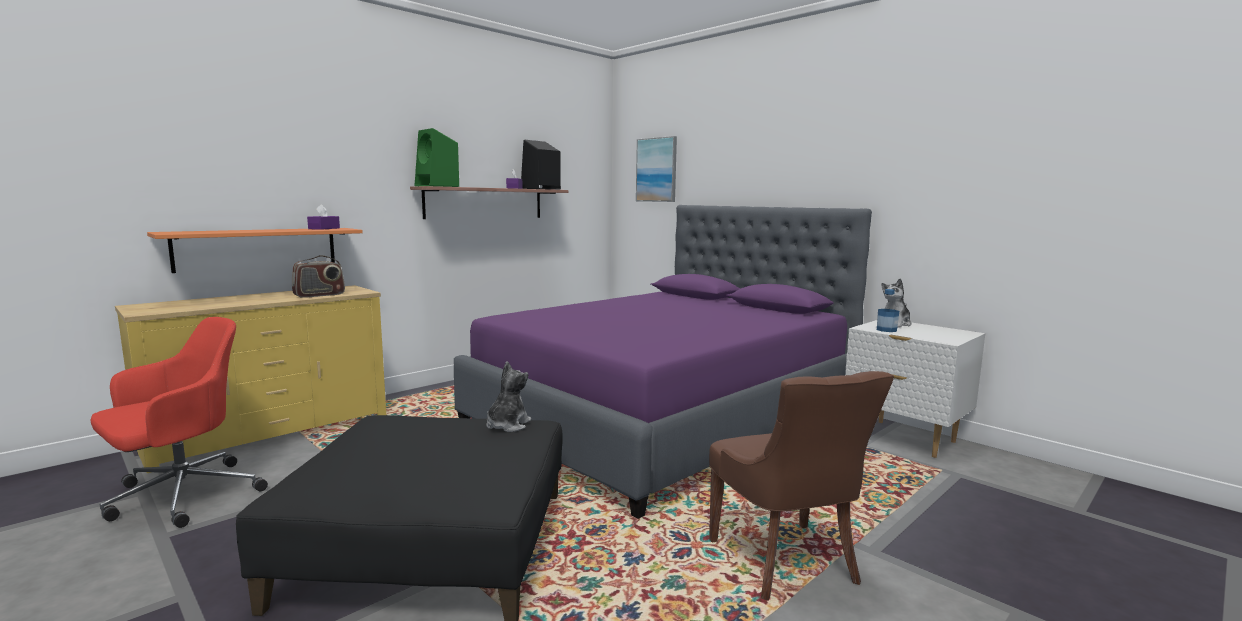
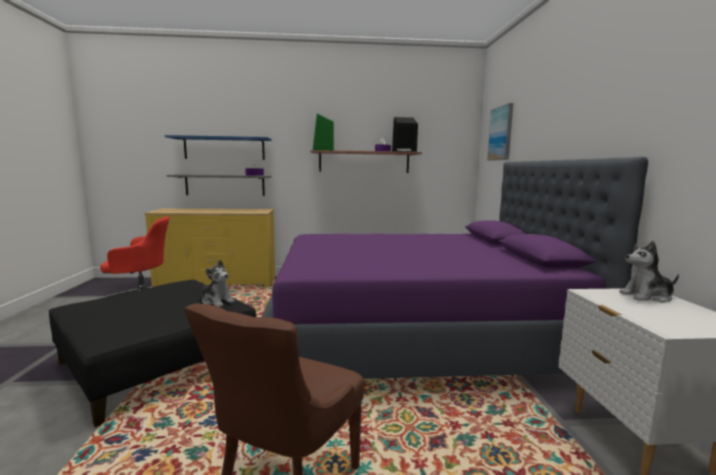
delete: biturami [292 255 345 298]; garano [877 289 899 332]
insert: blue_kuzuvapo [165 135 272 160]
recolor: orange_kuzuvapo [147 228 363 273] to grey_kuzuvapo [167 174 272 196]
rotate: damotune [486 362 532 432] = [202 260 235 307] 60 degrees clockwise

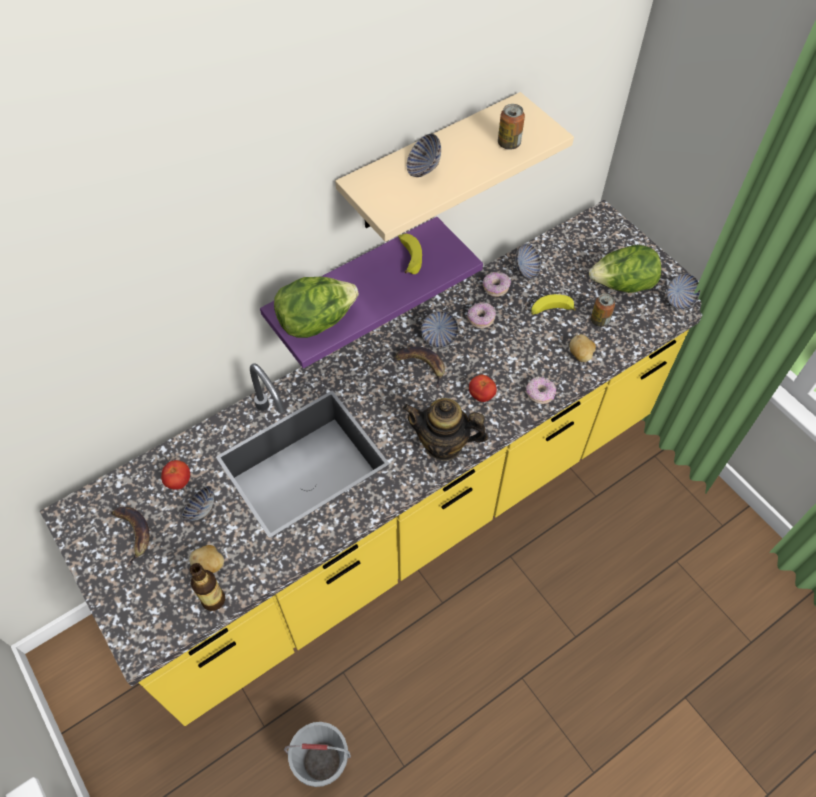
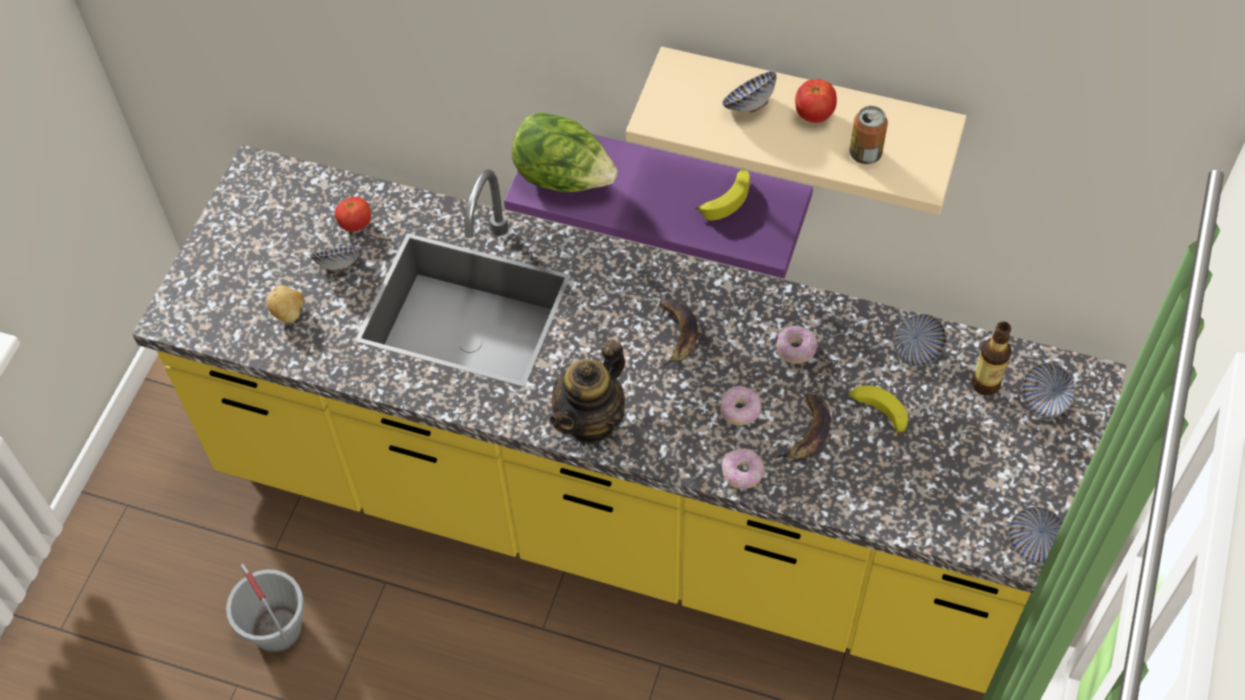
delete: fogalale [589 245 661 293]; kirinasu [591 293 615 327]; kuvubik [569 334 596 362]
move: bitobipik [483 272 511 297] to [720 386 762 426]; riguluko [421 311 458 348] to [1022 363 1075 418]; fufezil [469 375 497 402] to [795 79 837 123]; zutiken [111 507 149 567] to [772 393 831 459]; garano [190 563 225 611] to [972 321 1012 395]
rotate: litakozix [403 398 488 461] = [549 340 625 444] 120 degrees counterclockwise

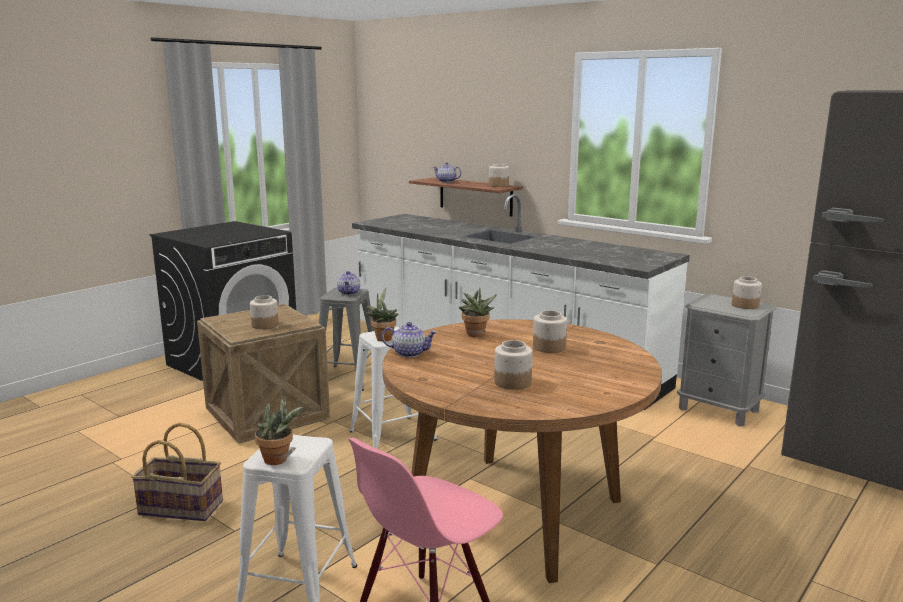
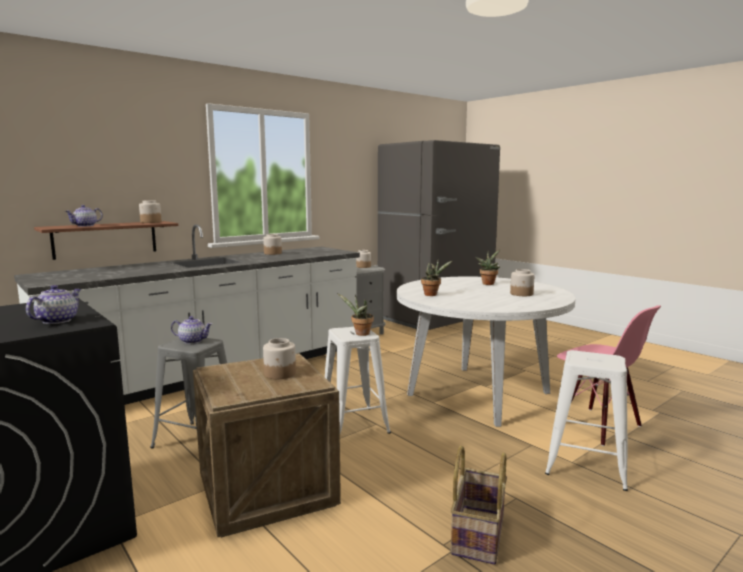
move: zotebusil [533 310 567 353] to [263 234 282 255]; litakozix [382 322 437 357] to [26 285 81 324]; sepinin [255 396 303 465] to [476 250 500 285]
recolor: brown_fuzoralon [382 319 662 583] to white_fuzoralon [397 277 576 427]

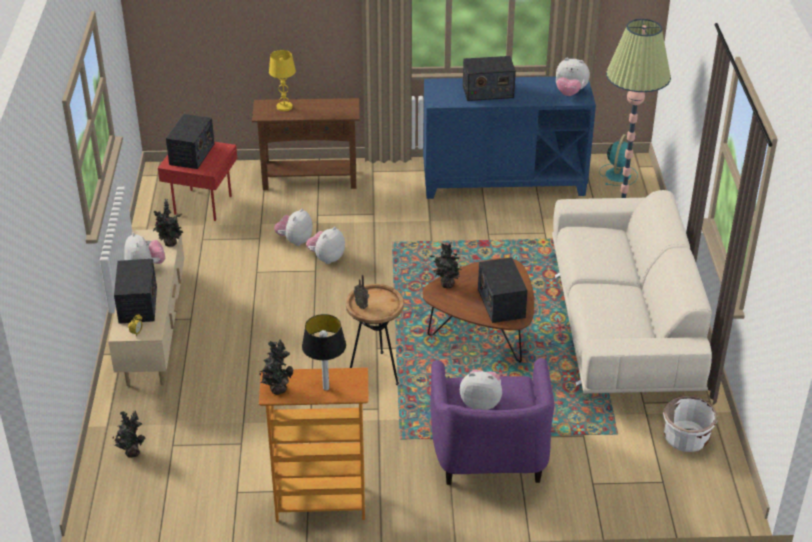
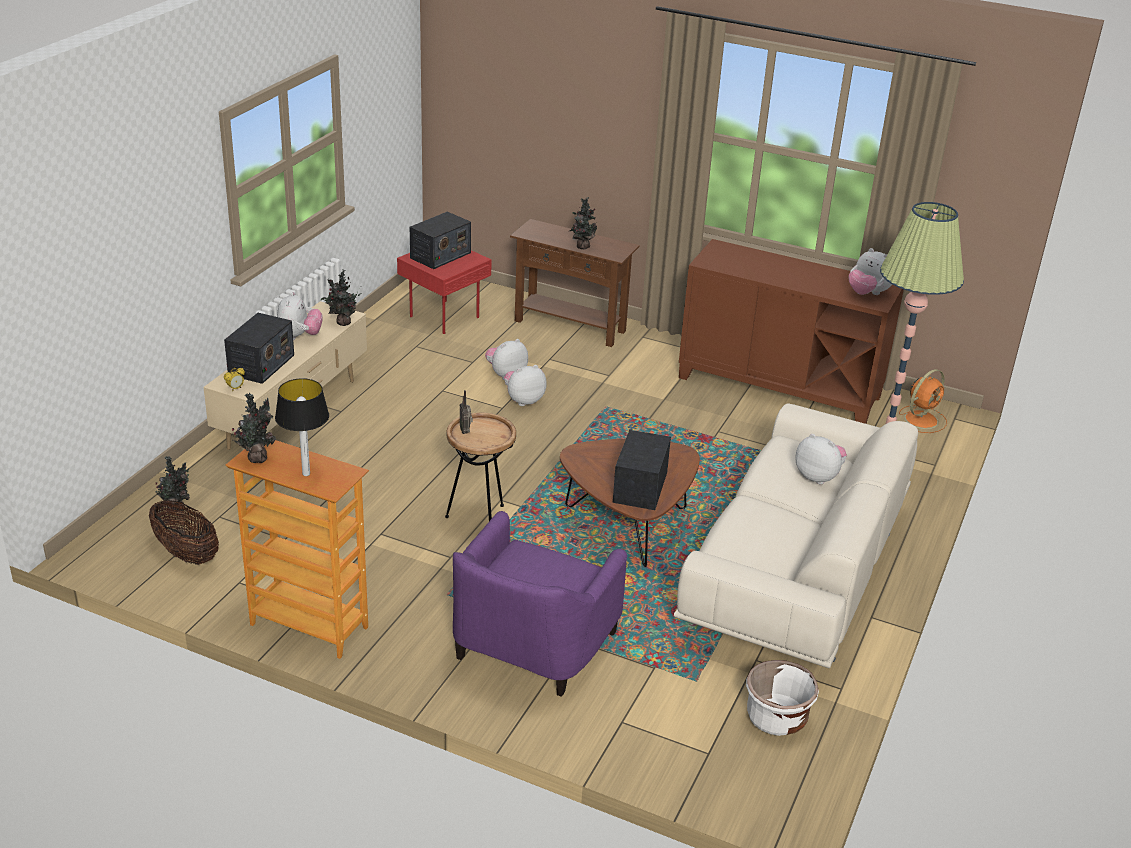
delete: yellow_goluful [269 50 296 111]; biturami [463 56 516 101]
insert: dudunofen [149 500 219 565]
move: sepinin [430 242 464 288] to [569 197 597 249]; damotune [460 369 502 410] to [795 434 847 484]
recolor: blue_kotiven [423 77 596 199] to brown_kotiven [679 239 904 424]; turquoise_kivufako [600 134 638 186] to orange_kivufako [899 369 947 433]

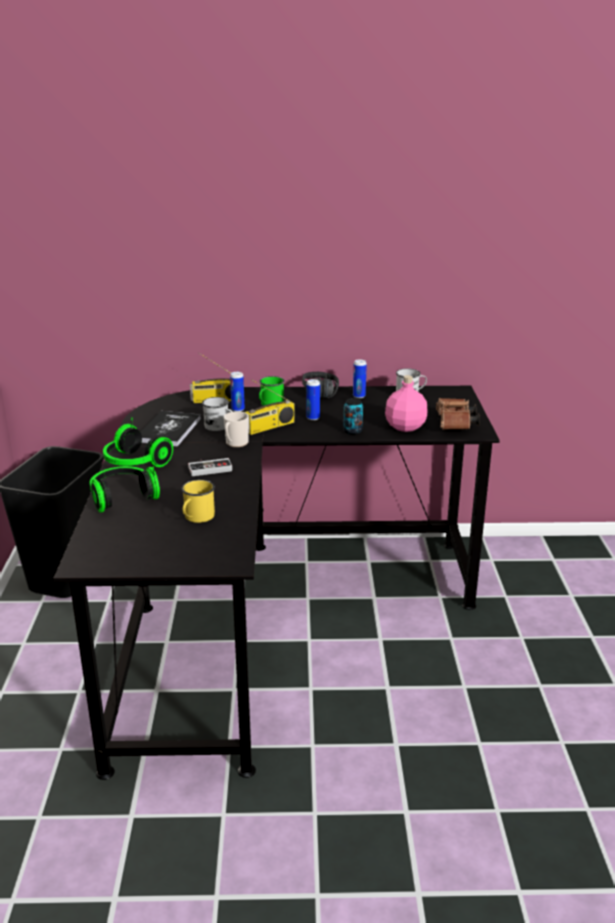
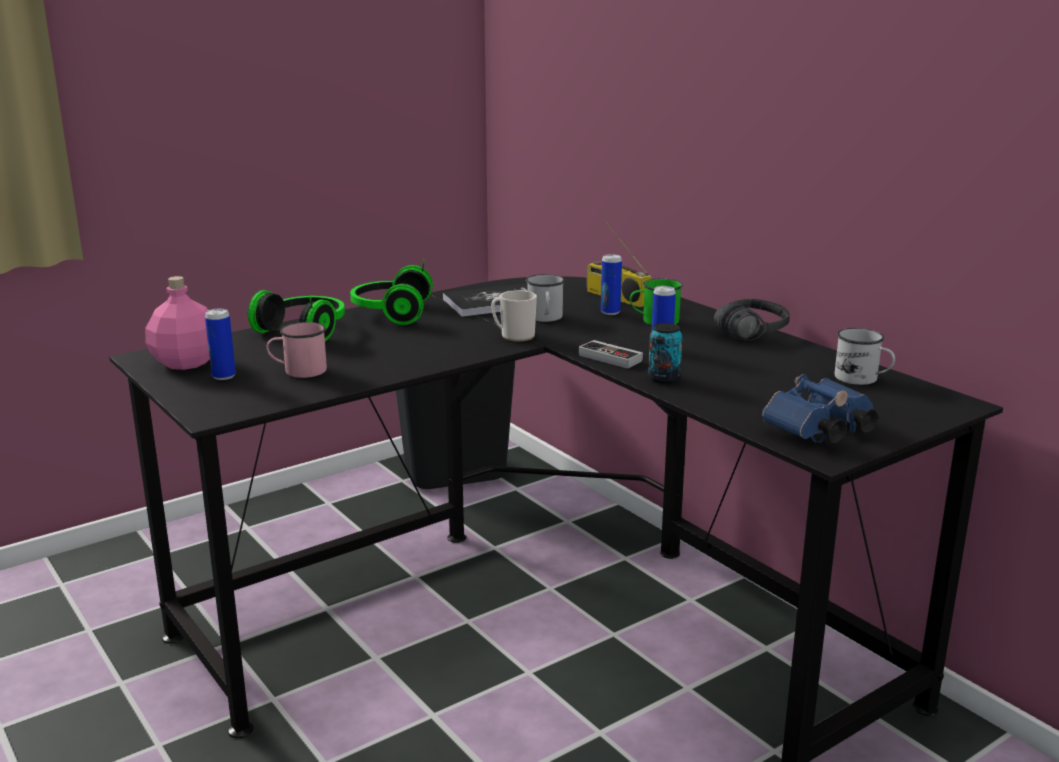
delete: biturami [245 380 295 435]
move: kirinasu [353 359 367 398] to [205 309 236 380]; pink_garano [385 375 427 432] to [145 276 210 370]; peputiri [188 458 232 476] to [579 340 643 368]
recolor: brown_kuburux [436 398 480 430] to blue_kuburux [762 374 878 443]; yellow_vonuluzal [181 479 215 523] to pink_vonuluzal [266 322 327 378]

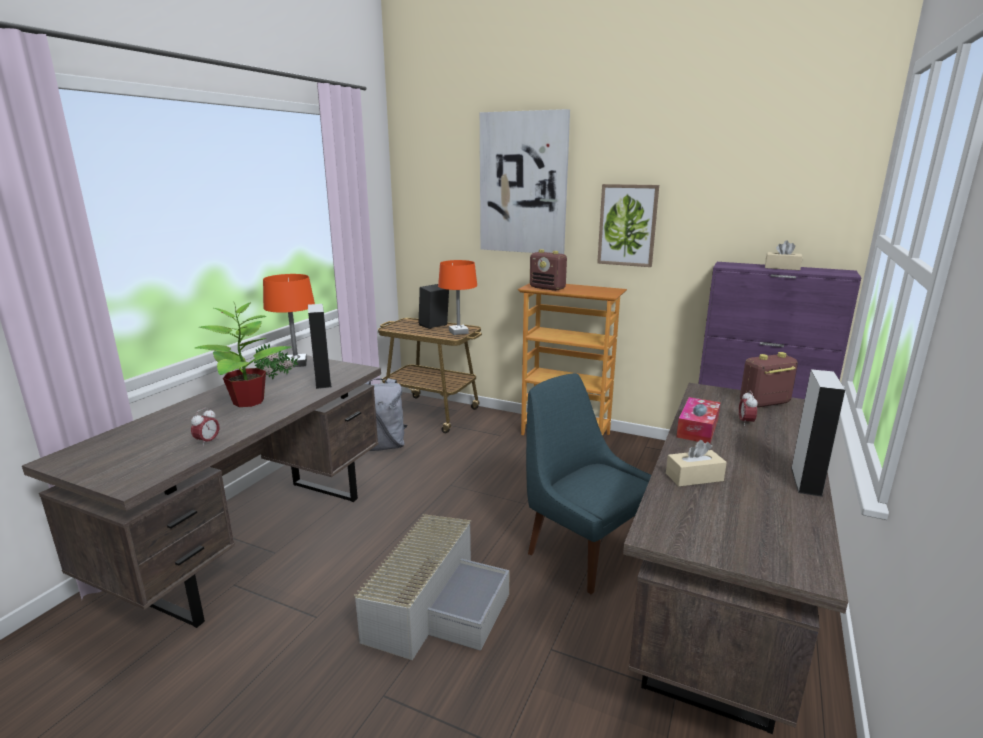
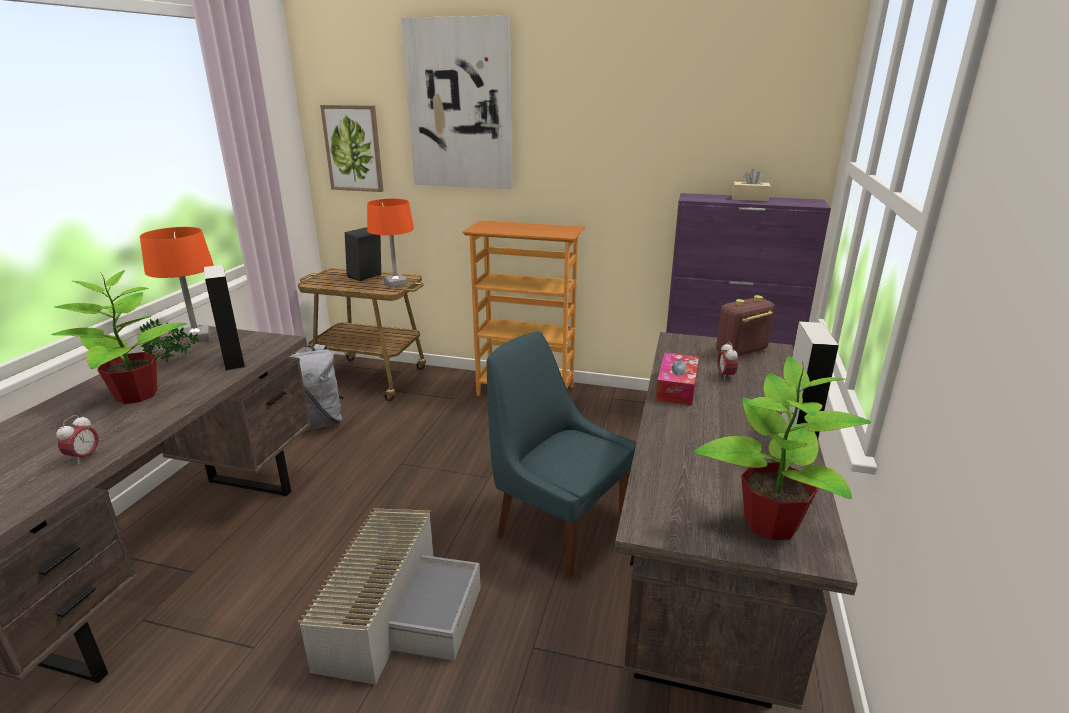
delete: biturami [530 249 567 291]; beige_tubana [666 440 727 487]
insert: sepinin [694 356 872 540]
move: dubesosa [597 184 659 267] to [320 105 383 192]

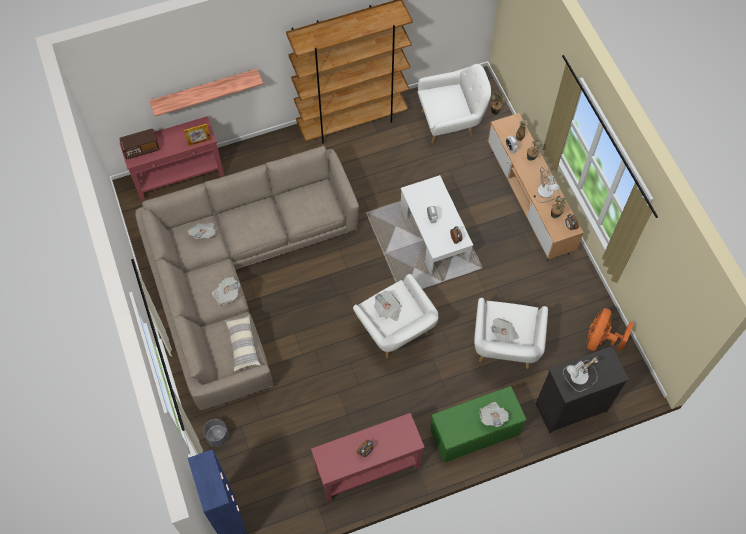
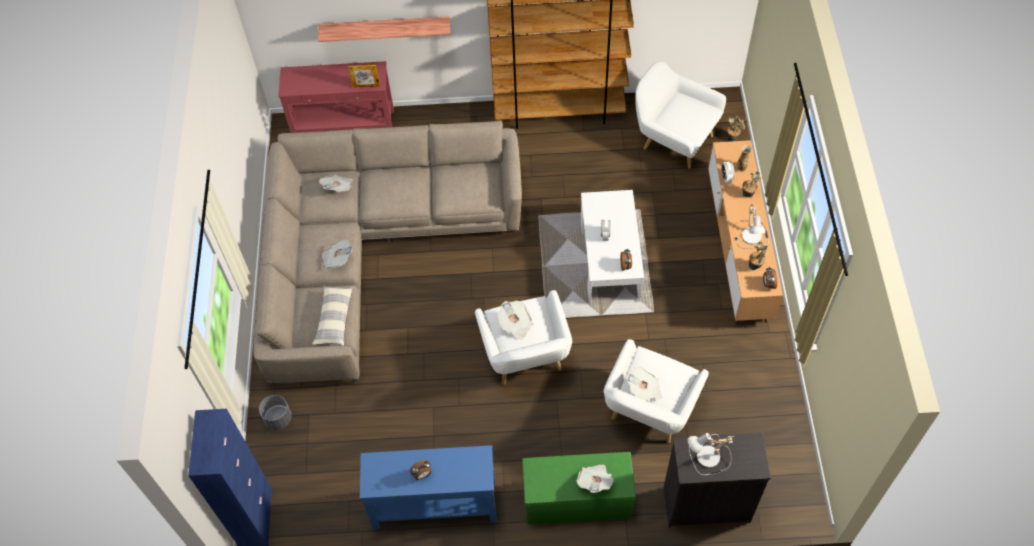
delete: biturami [119 129 160 159]; orange_kivufako [587 308 634 351]
recolor: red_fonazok [311 413 425 502] to blue_fonazok [360 445 497 529]
rotate: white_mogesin [418 64 491 143] = [635 61 726 169] 150 degrees counterclockwise

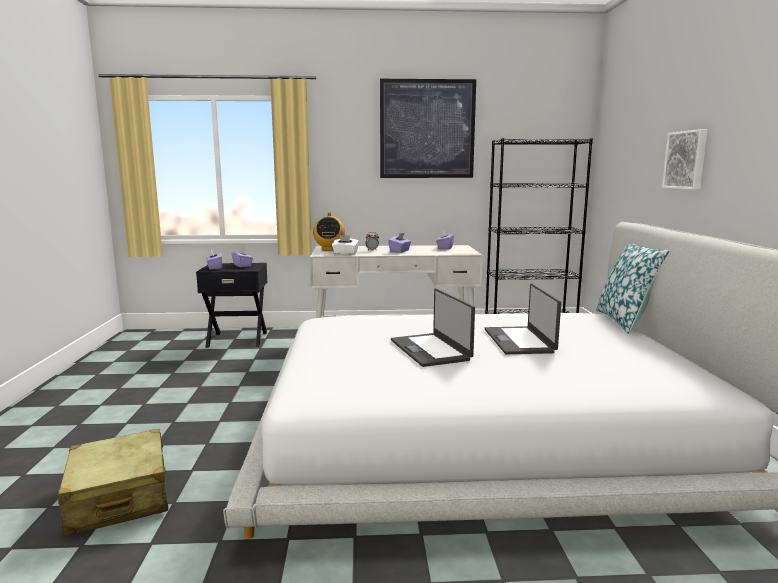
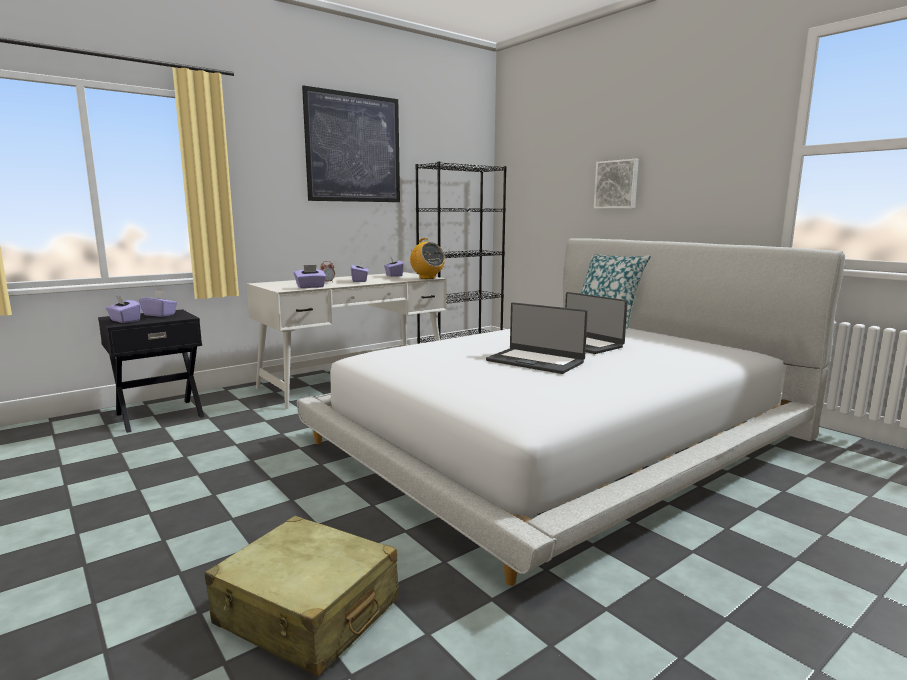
move: biturami [313 212 345 251] to [409 238 445 279]
recolor: white_tubana [332 235 359 255] to purple_tubana [294 265 326 288]

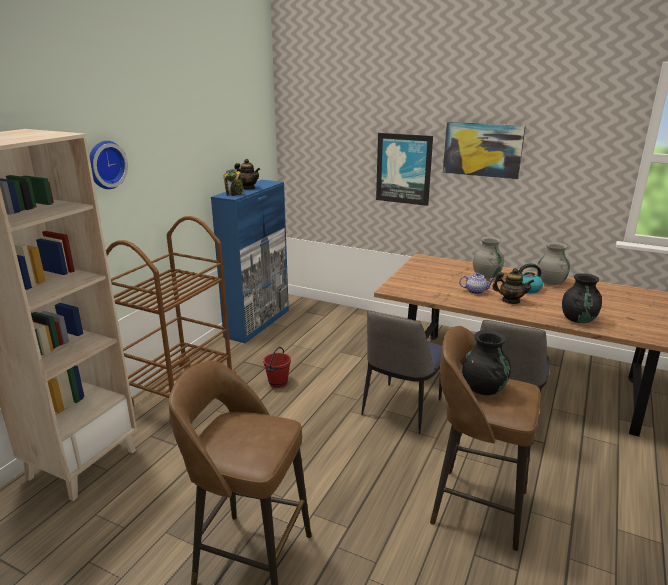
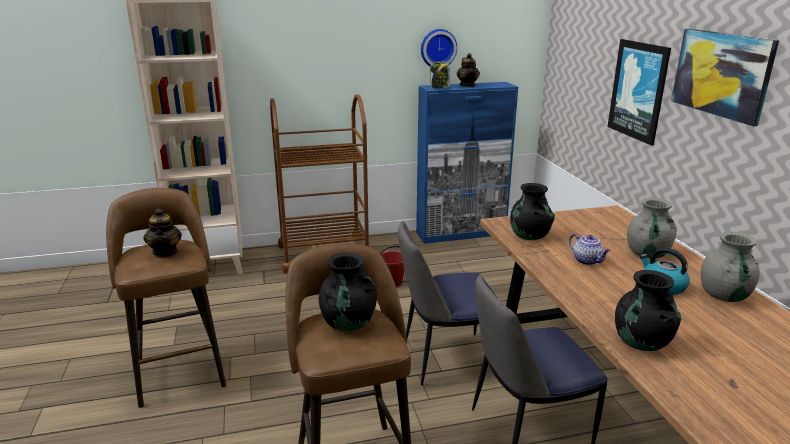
insert: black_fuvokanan [510 183 555 240]
move: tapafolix [89 141 128 189] to [421 29 457 66]; litakozix [492 268 534 304] to [143 208 182 257]

